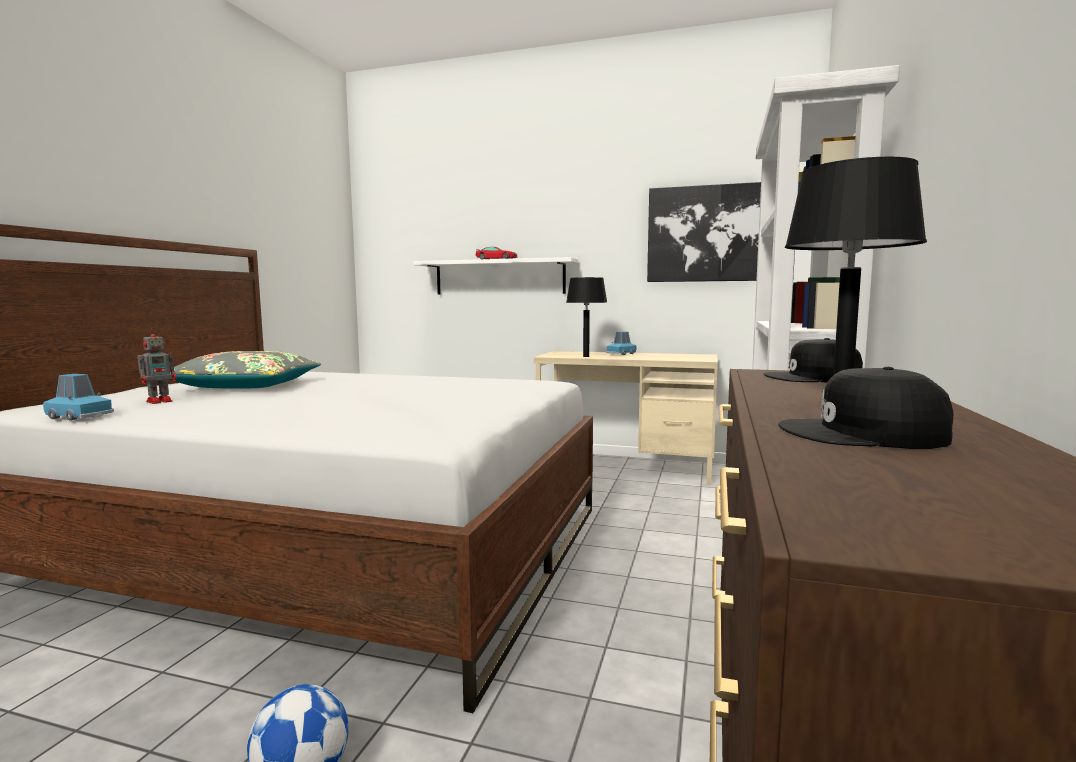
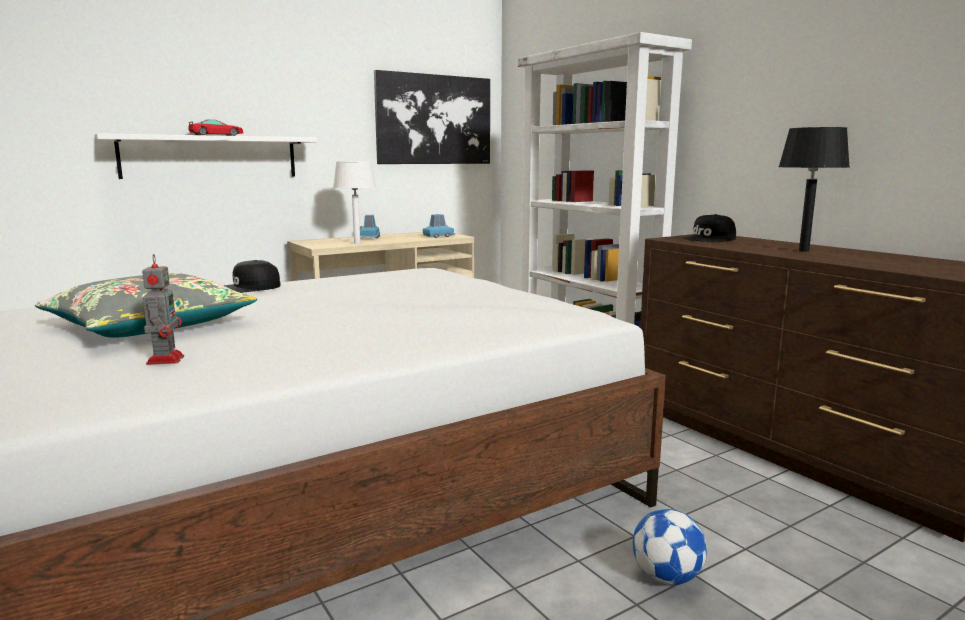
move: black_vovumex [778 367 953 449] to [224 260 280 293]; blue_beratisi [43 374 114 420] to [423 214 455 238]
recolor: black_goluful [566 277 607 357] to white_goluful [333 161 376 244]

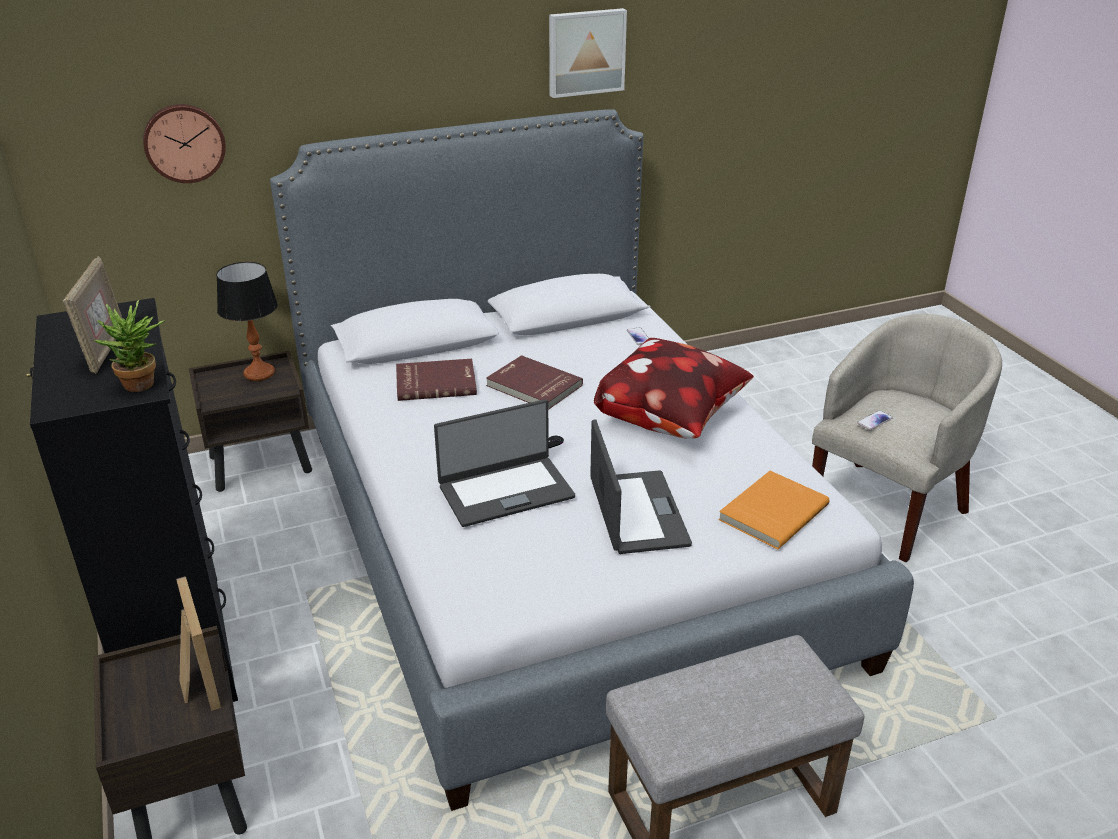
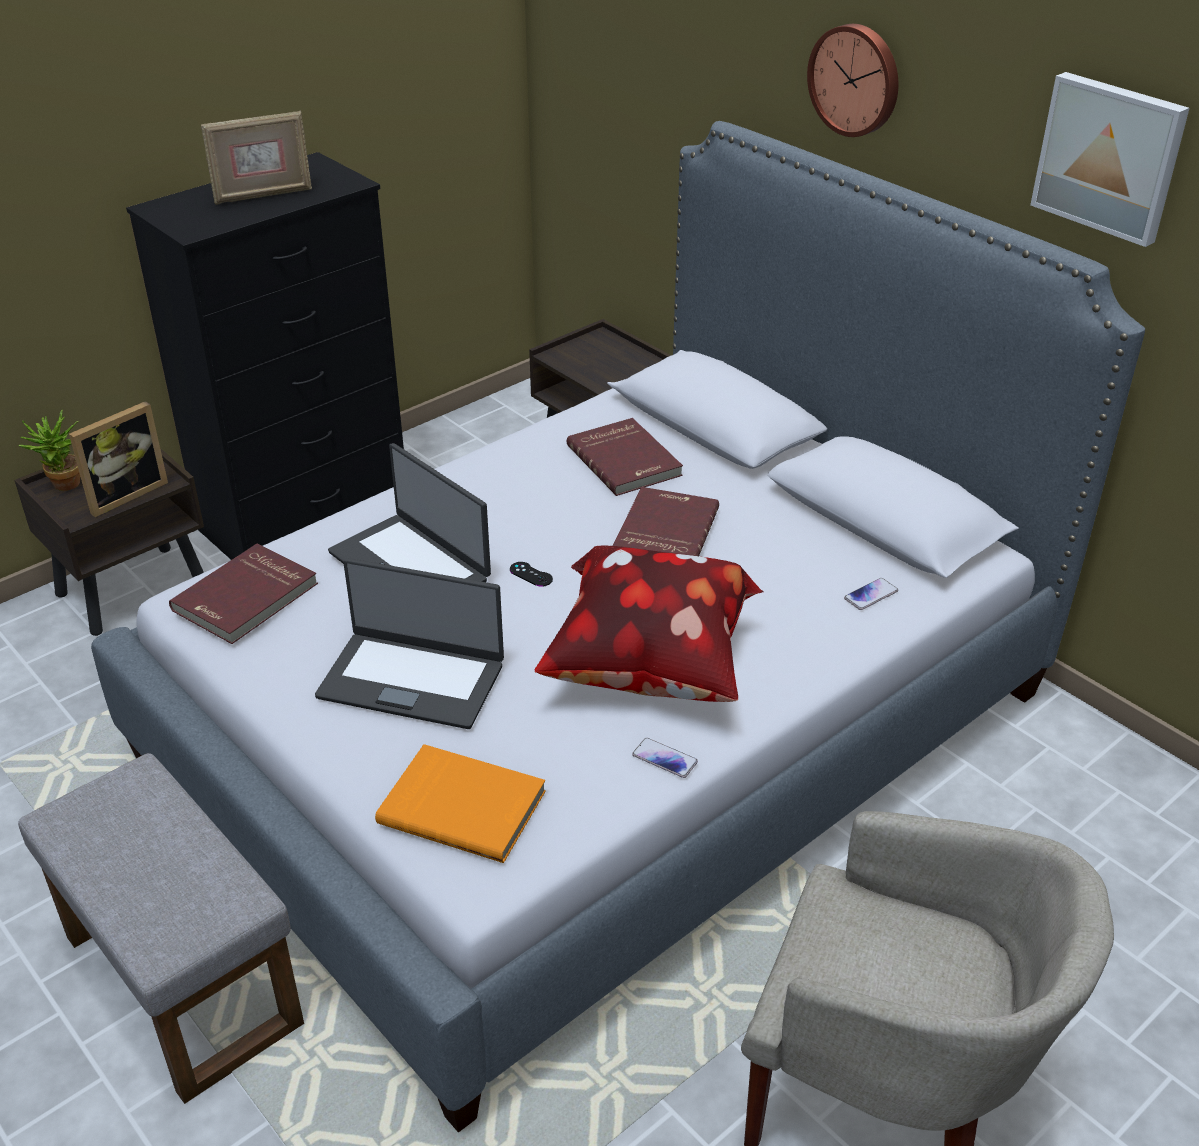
delete: goluful [216 262 278 381]
insert: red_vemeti [169 544 318 644]
move: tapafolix [143 104 226 183] to [807 24 898 137]; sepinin [94 300 165 392] to [19 410 80 491]; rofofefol [857 410 893 430] to [632 738 698 778]
rotate: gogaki [590 419 692 554] = [315 558 504 729] 45 degrees clockwise

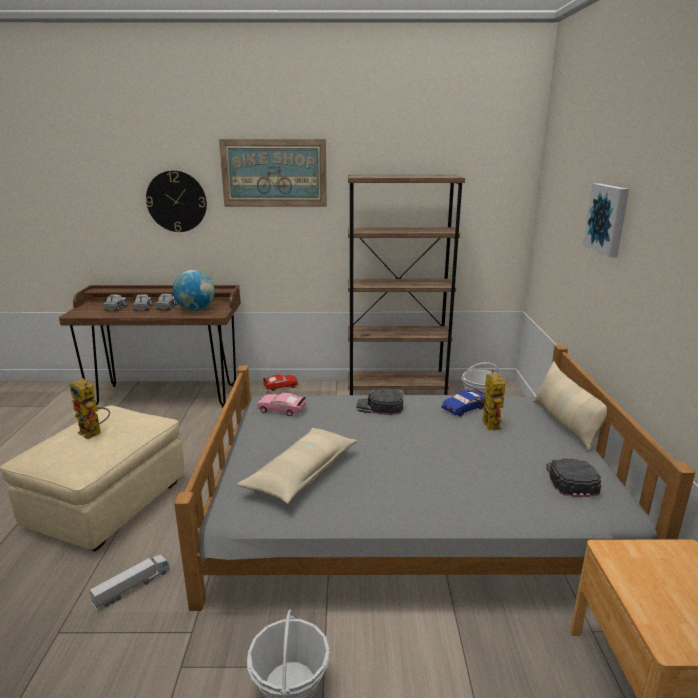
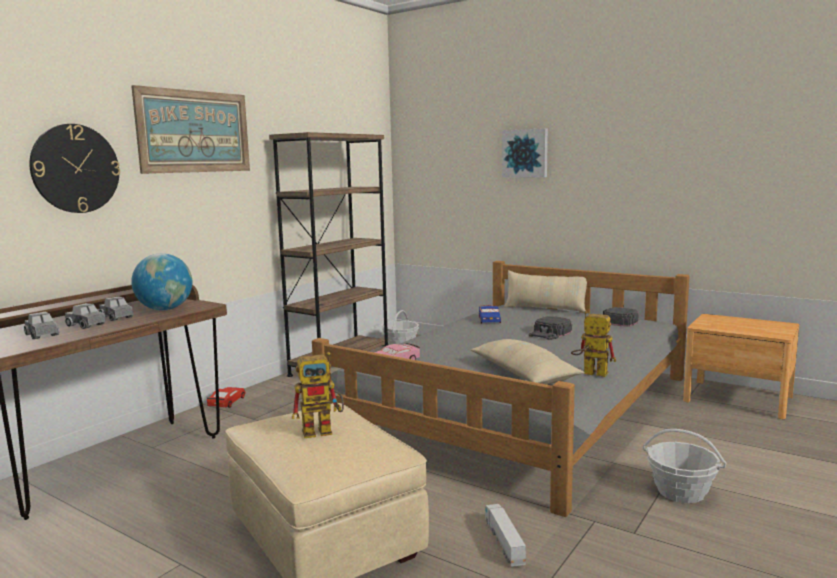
move: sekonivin [474 370 506 430] to [571 311 616 377]; black_vovumex [356 389 403 415] to [529 316 572 340]

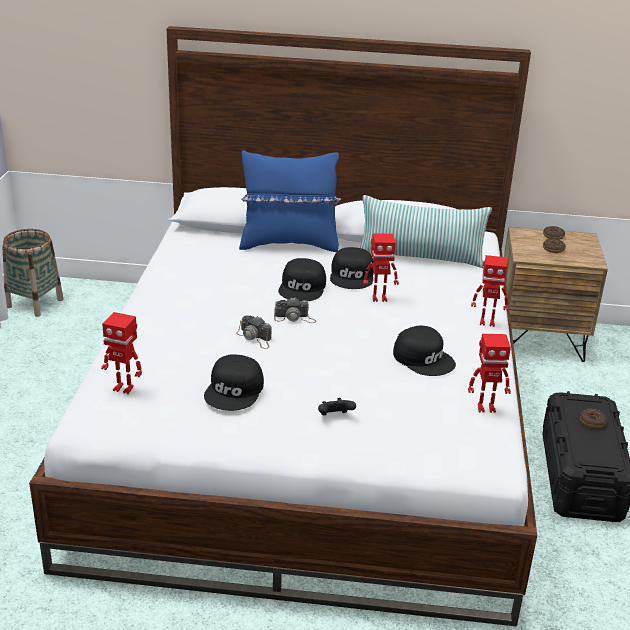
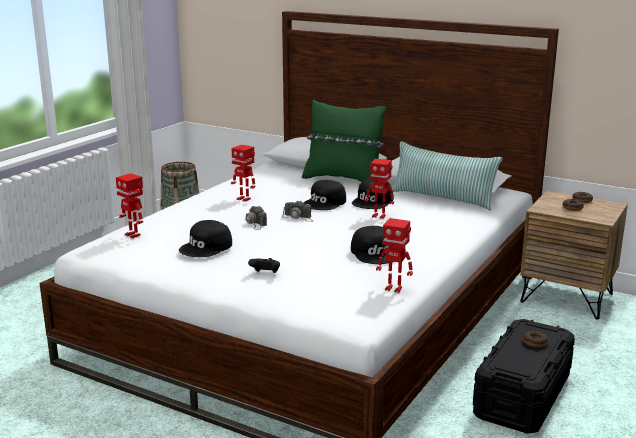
move: sekonivin [471 255 508 327] to [231 145 256 202]
recolor: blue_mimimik [239 150 341 252] to green_mimimik [302 100 386 182]

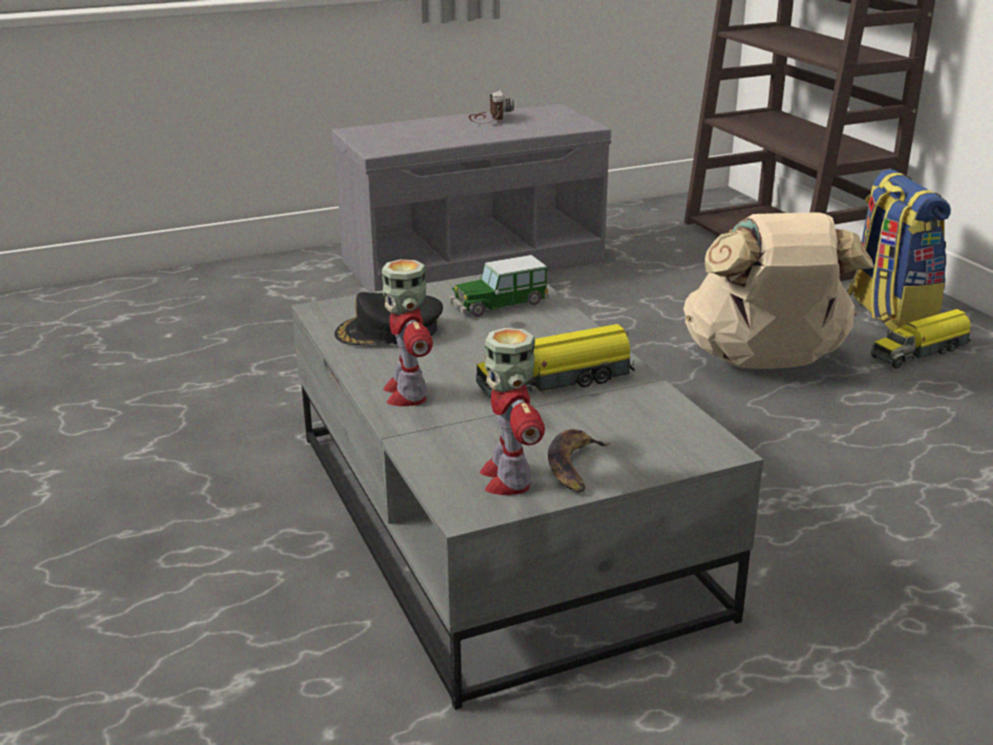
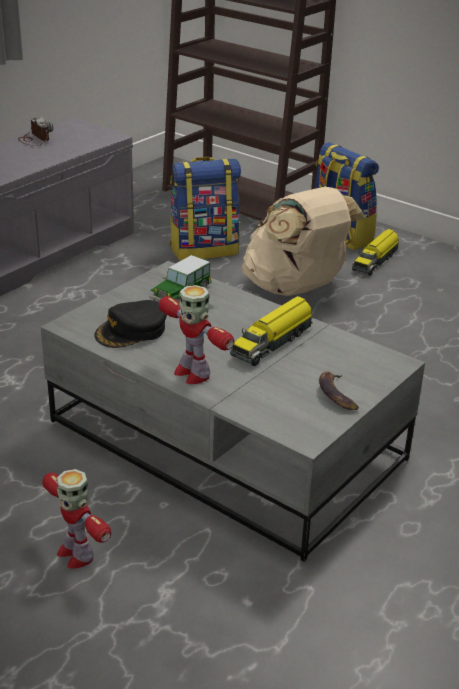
insert: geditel [170 157 241 260]
move: sekonivin [480 328 545 495] to [42 469 111 568]

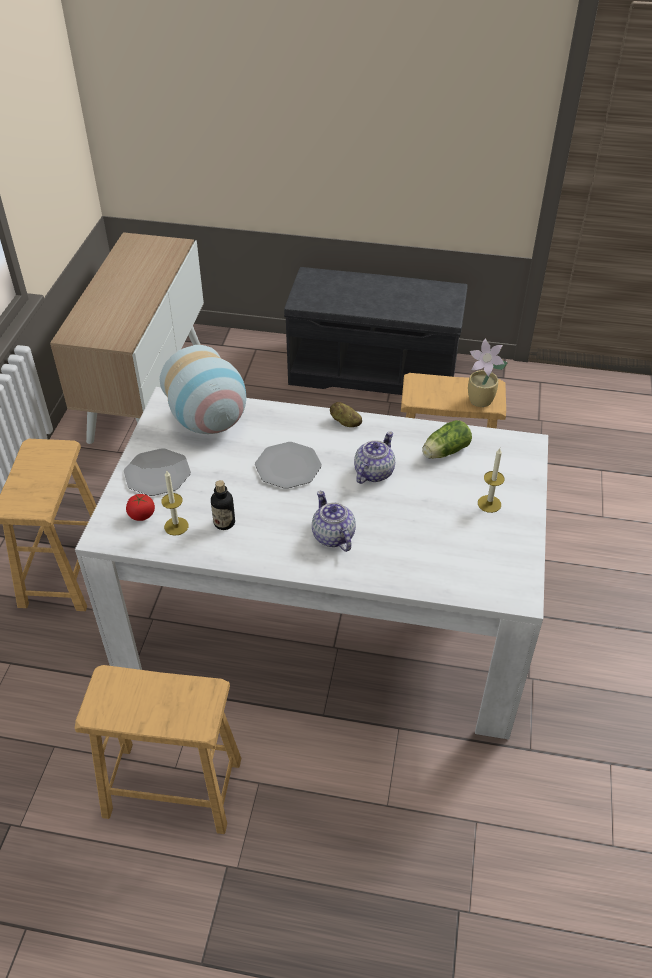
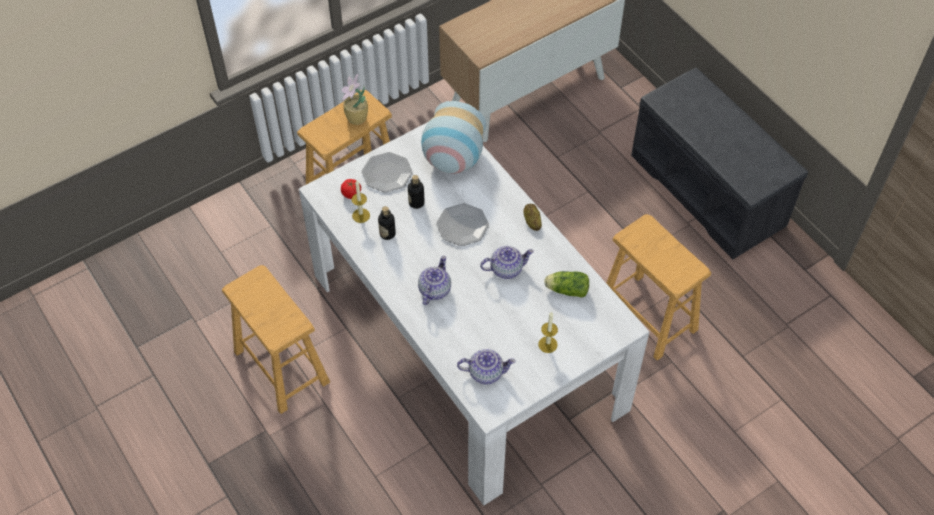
insert: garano [408 175 425 209]; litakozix [457 349 516 384]
move: sepinin [468 339 508 407] to [341 74 368 125]

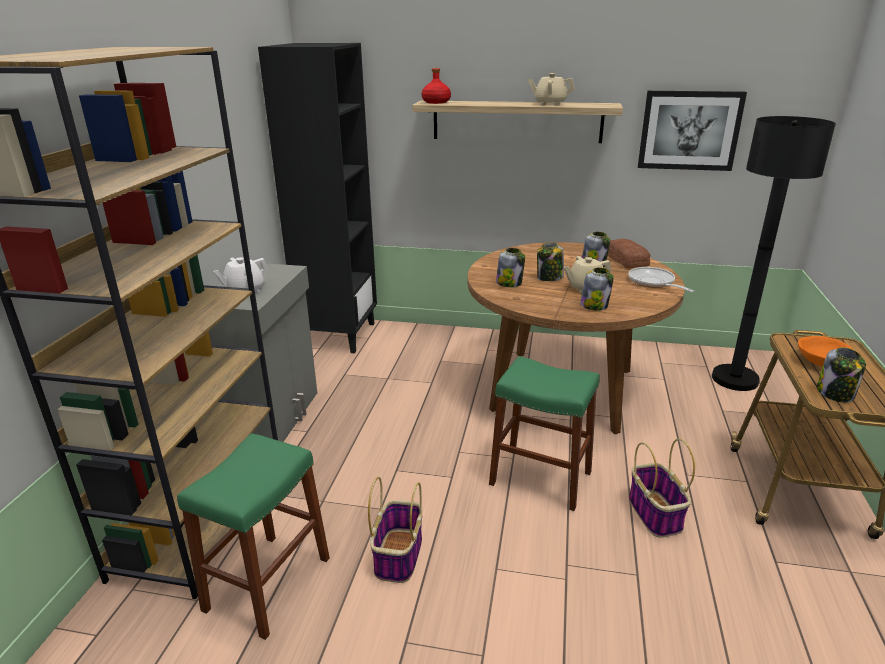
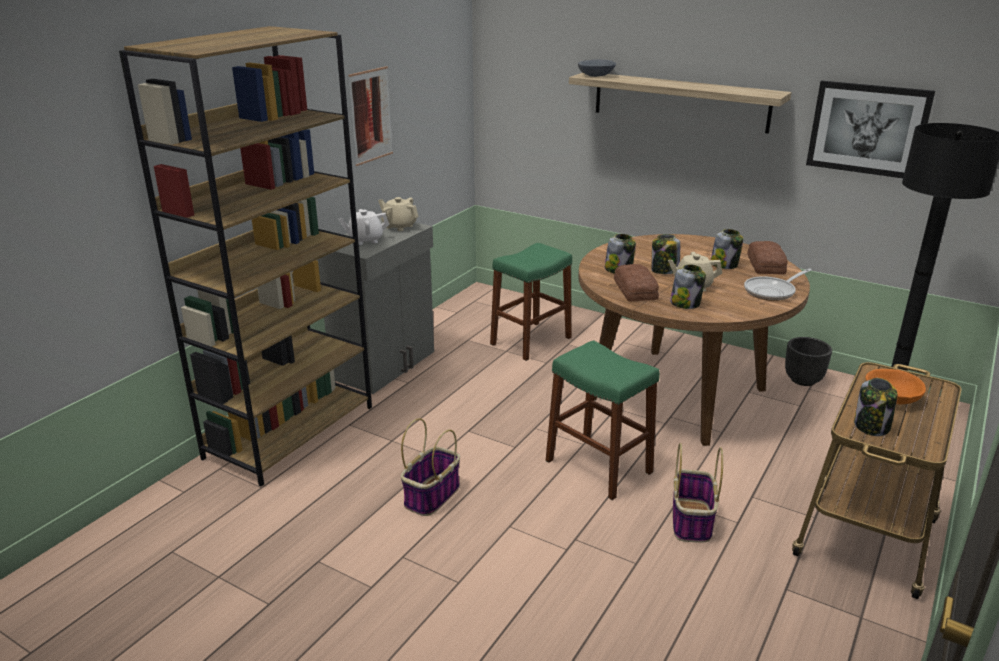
delete: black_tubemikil [258 43 377 353]
insert: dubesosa [348 66 393 166]; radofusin [614 264 659 301]; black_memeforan [785 337 832 386]
move: beige_litakozix [528 73 575 106] to [378 197 418 231]; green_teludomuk [177 433 330 640] to [490 243 572 361]
replace: red_garano [422 68 451 104] to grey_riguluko [578 59 616 77]
rotate: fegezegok [628 267 694 292] = [744 269 812 301] 120 degrees counterclockwise

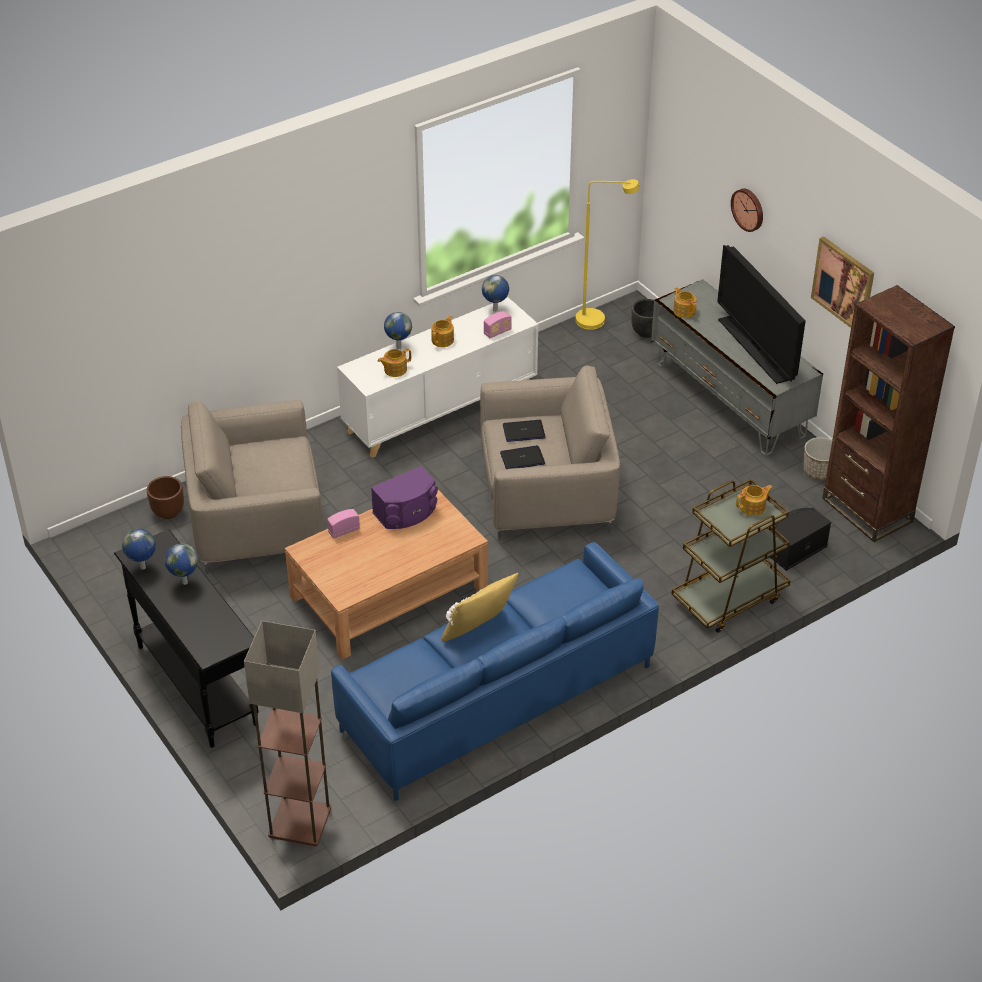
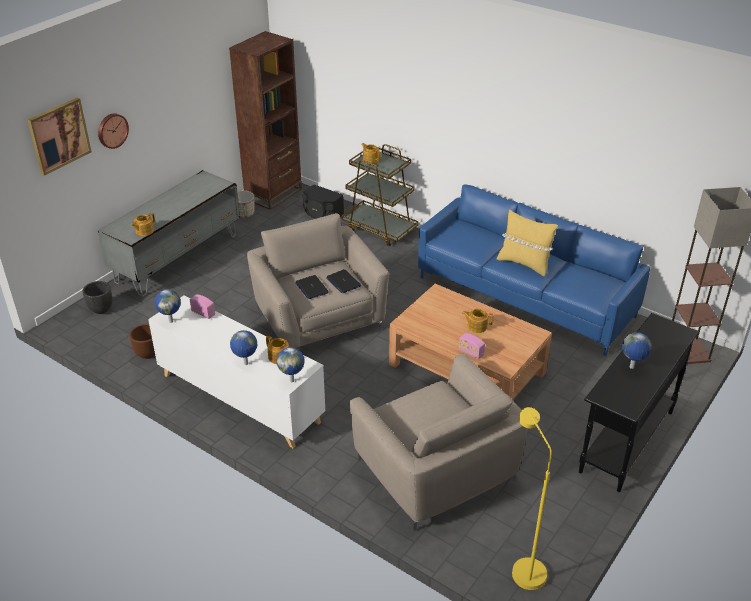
delete: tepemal [717 245 806 384]; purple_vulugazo [371 466 438 529]
move: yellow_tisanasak [576 179 640 330] to [512 407 552 590]; dubesosa [811 236 874 328] to [28 98 92 176]; litakozix [431 315 454 347] to [462 309 494 333]; brown_memeforan [147 476 184 519] to [129 324 155 359]; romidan [122 529 156 570] to [277 347 304 382]

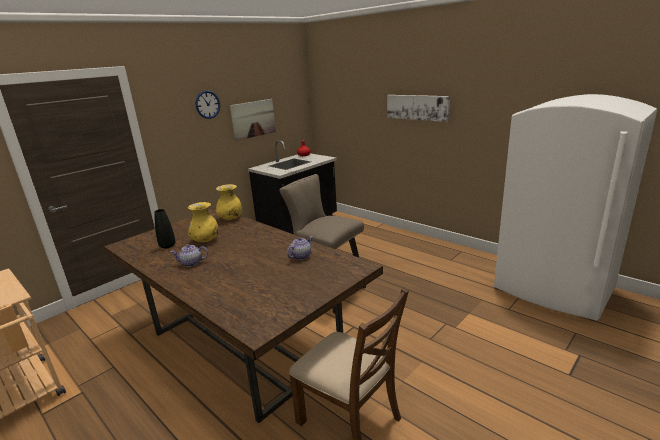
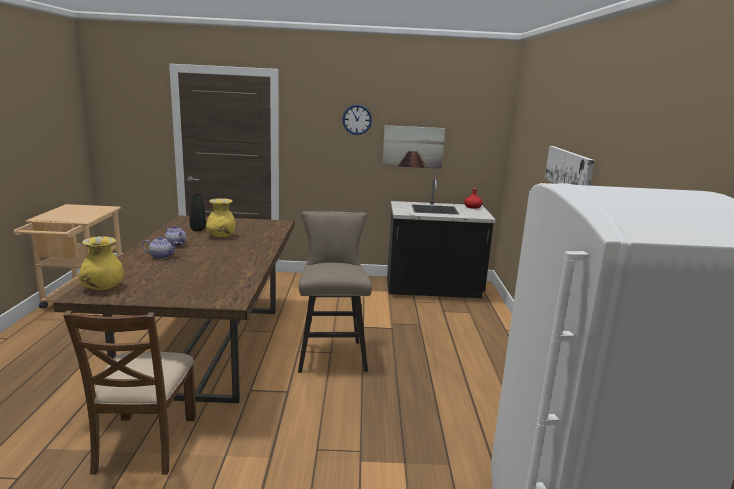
move: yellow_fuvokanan [216 184 242 220] to [79 236 124 290]; litakozix [287 236 312 260] to [142 236 178 259]

